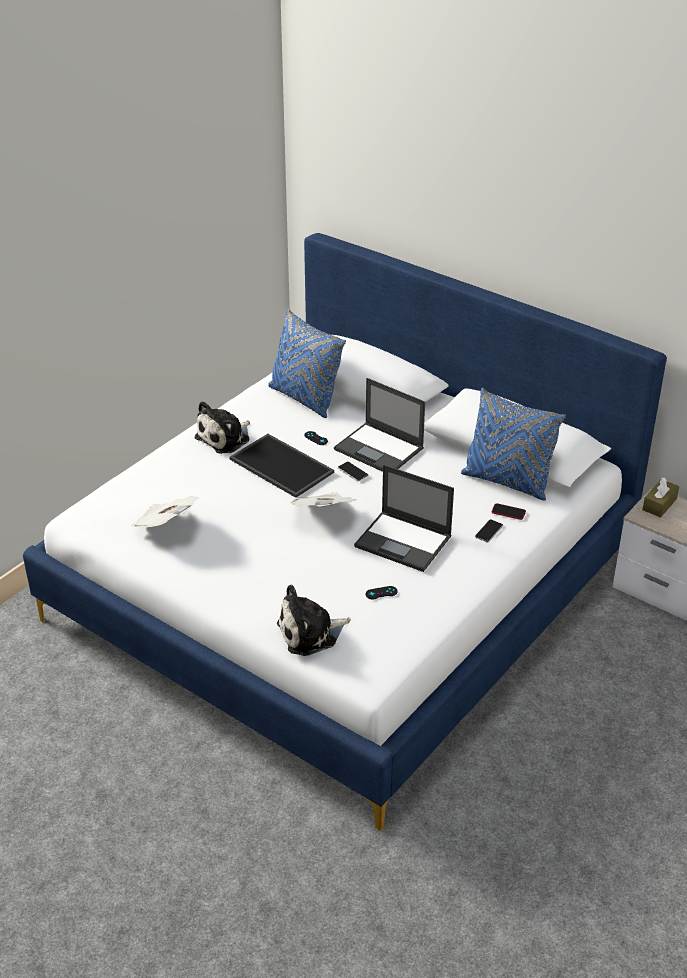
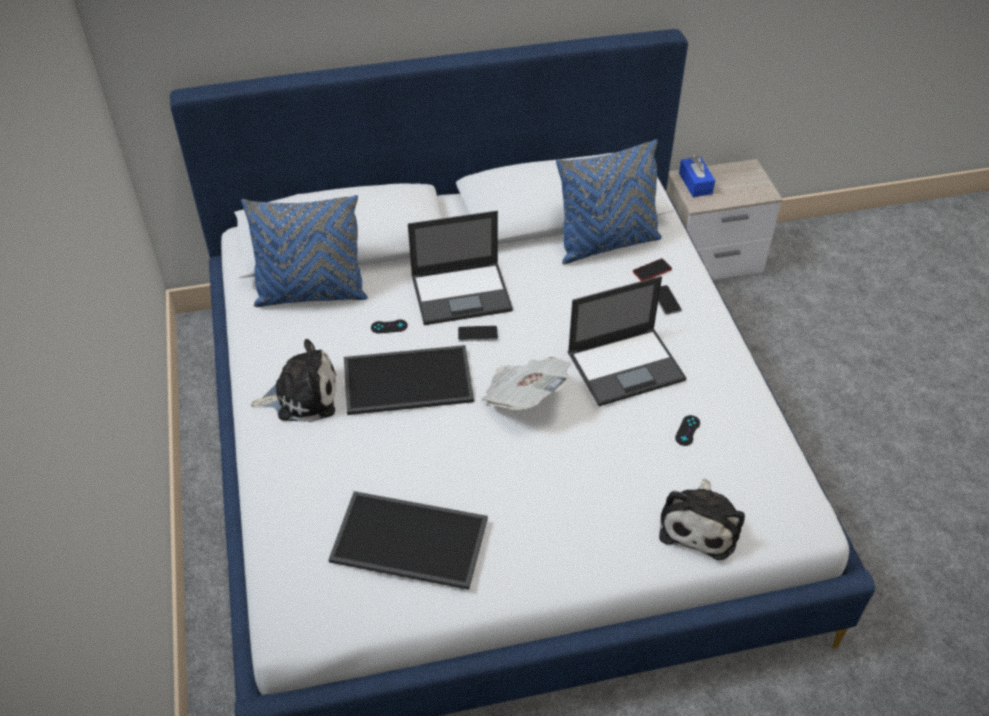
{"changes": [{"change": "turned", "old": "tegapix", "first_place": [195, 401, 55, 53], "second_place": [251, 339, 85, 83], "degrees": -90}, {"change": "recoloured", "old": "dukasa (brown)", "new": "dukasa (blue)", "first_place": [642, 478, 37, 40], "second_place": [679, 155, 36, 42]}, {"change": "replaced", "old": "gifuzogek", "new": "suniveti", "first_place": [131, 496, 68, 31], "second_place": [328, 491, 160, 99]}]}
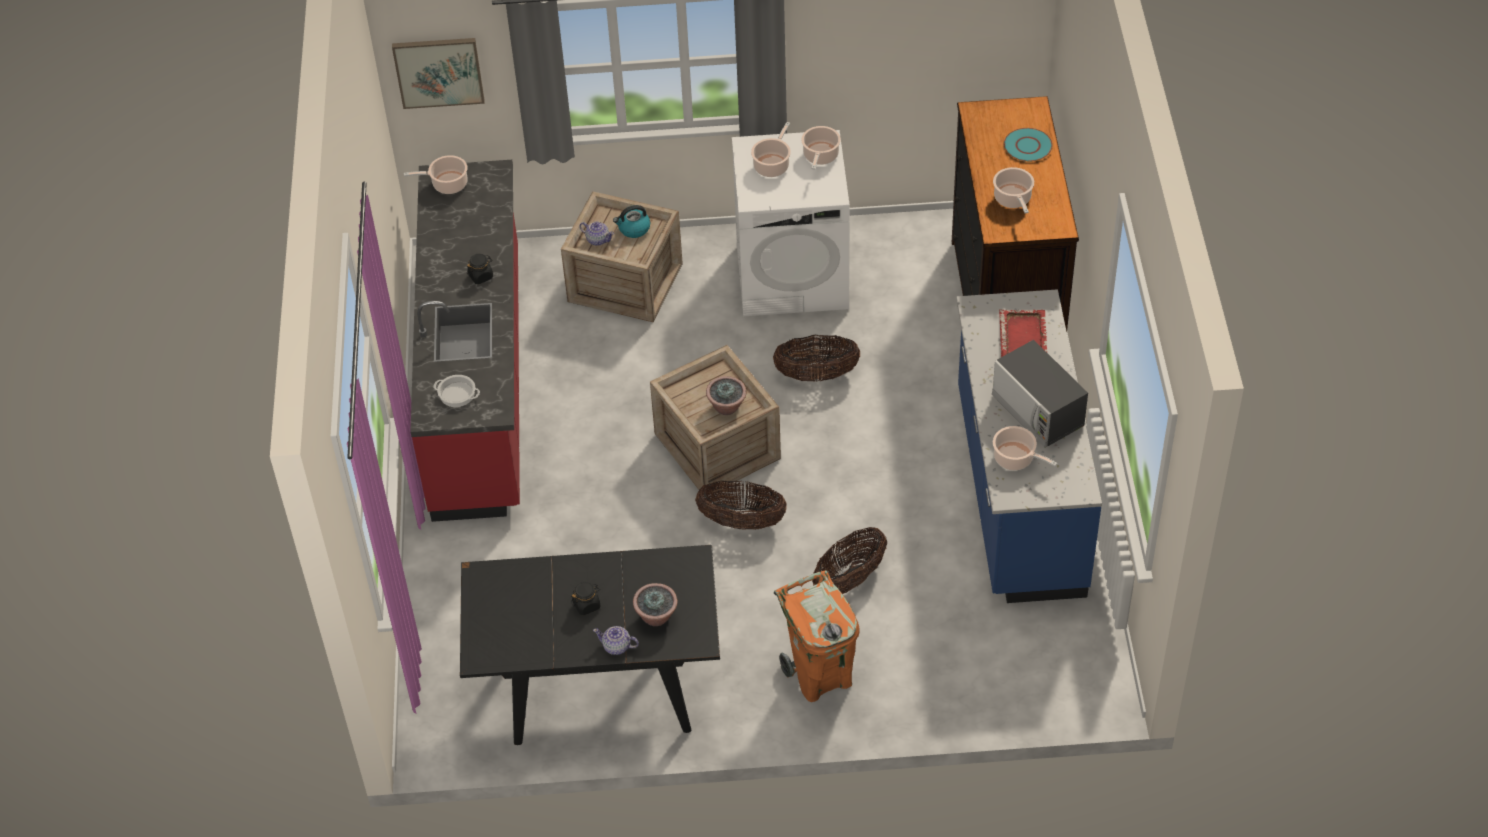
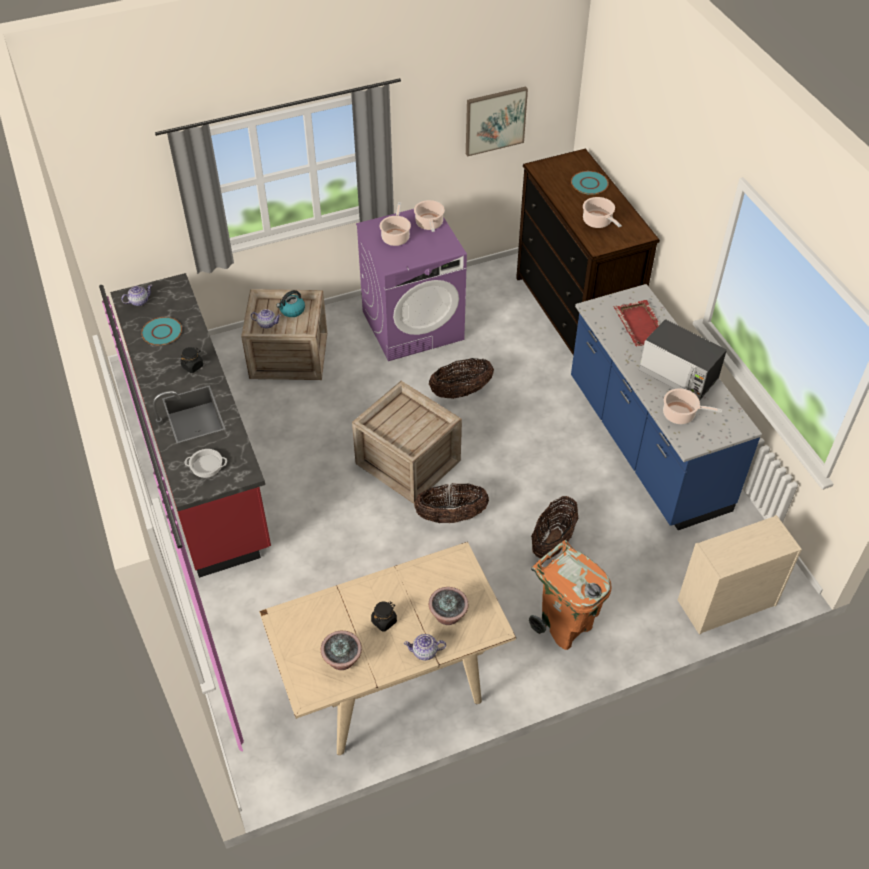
{"changes": [{"change": "moved", "old": "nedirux", "first_place": [392, 38, 92, 71], "second_place": [466, 86, 62, 71]}, {"change": "recoloured", "old": "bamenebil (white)", "new": "bamenebil (purple)", "first_place": [732, 130, 118, 186], "second_place": [356, 209, 111, 152]}, {"change": "replaced", "old": "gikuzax", "new": "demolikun", "first_place": [404, 155, 64, 39], "second_place": [121, 284, 31, 22]}, {"change": "moved", "old": "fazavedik", "first_place": [706, 376, 40, 39], "second_place": [321, 631, 41, 39]}, {"change": "recoloured", "old": "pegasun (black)", "new": "pegasun (beige)", "first_place": [460, 545, 260, 200], "second_place": [259, 542, 257, 213]}, {"change": "added", "new": "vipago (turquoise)", "second_place": [141, 317, 41, 28]}, {"change": "added", "new": "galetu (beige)", "second_place": [678, 515, 124, 120]}]}
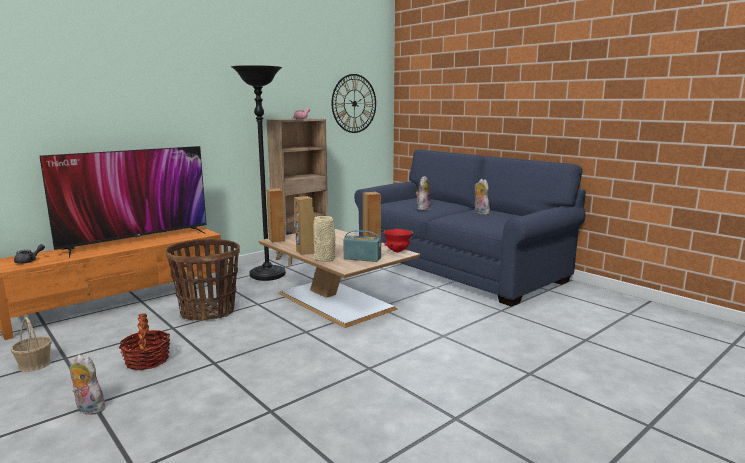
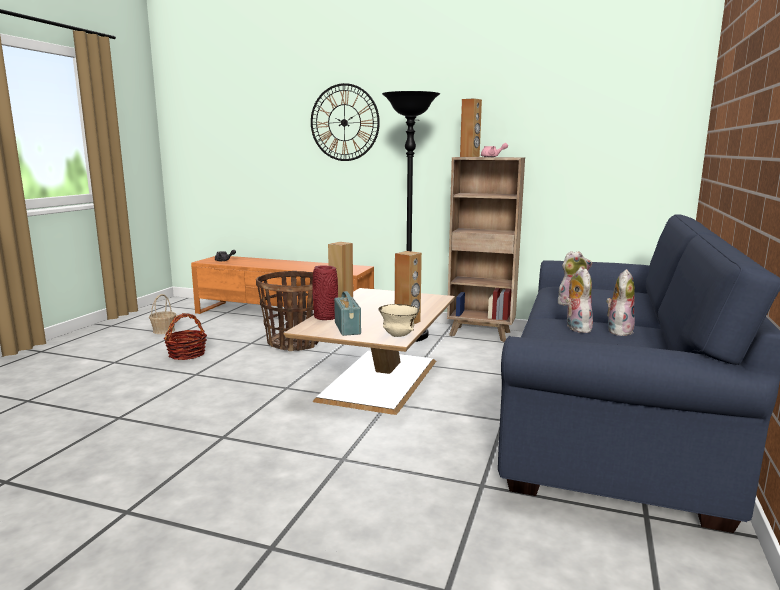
{"changes": [{"change": "moved", "old": "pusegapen", "first_place": [332, 74, 44, 59], "second_place": [311, 83, 69, 78]}, {"change": "removed", "old": "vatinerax", "first_place": [40, 146, 167, 112]}, {"change": "moved", "old": "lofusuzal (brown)", "first_place": [266, 188, 19, 54], "second_place": [460, 98, 22, 59]}, {"change": "recoloured", "old": "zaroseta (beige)", "new": "zaroseta (red)", "first_place": [313, 216, 23, 46], "second_place": [312, 265, 26, 55]}, {"change": "recoloured", "old": "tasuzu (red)", "new": "tasuzu (beige)", "first_place": [383, 229, 31, 23], "second_place": [378, 304, 41, 33]}, {"change": "moved", "old": "tegapix", "first_place": [69, 354, 36, 61], "second_place": [565, 267, 28, 66]}]}
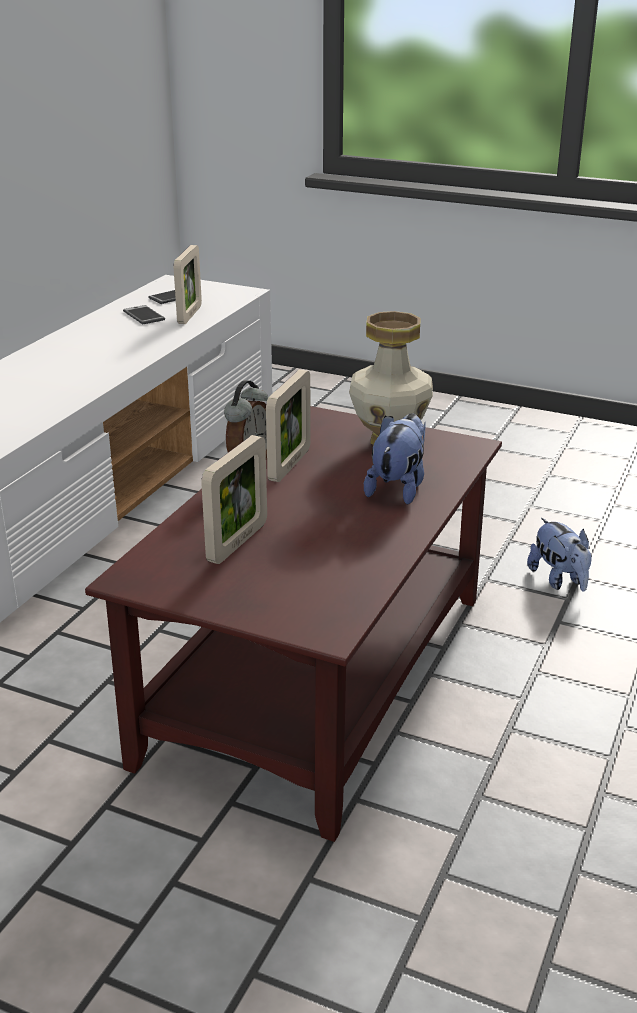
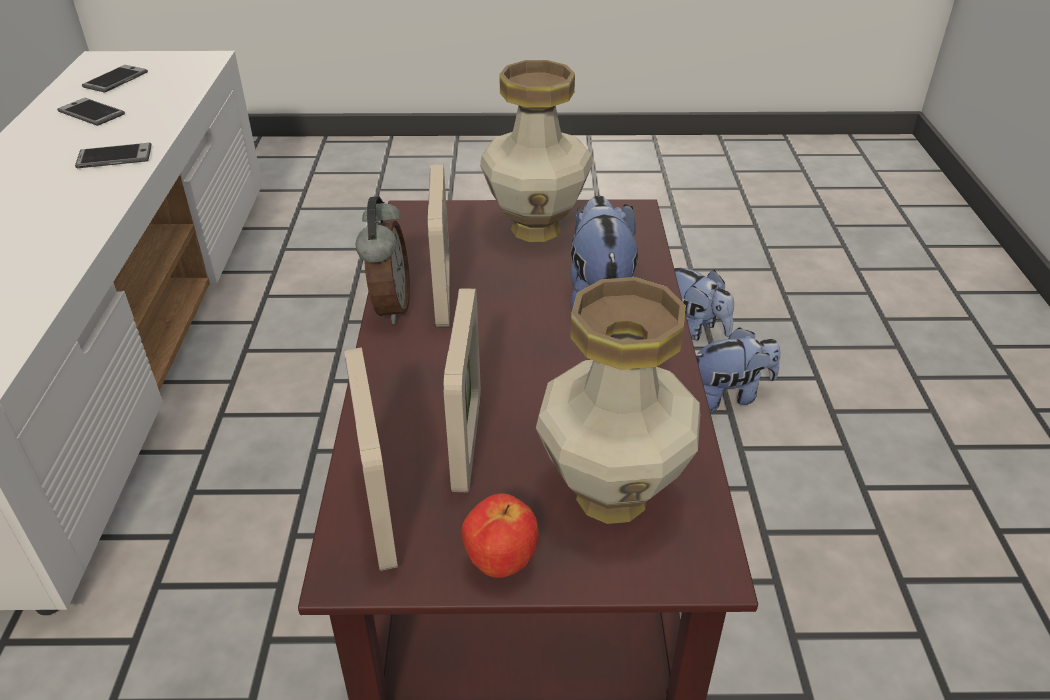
{"changes": [{"change": "moved", "old": "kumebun", "first_place": [174, 245, 28, 79], "second_place": [344, 347, 54, 224]}, {"change": "added", "new": "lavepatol", "second_place": [75, 143, 76, 25]}, {"change": "added", "new": "zaroseta", "second_place": [536, 277, 164, 247]}, {"change": "added", "new": "tegapix", "second_place": [696, 327, 84, 86]}, {"change": "added", "new": "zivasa", "second_place": [462, 494, 77, 84]}]}
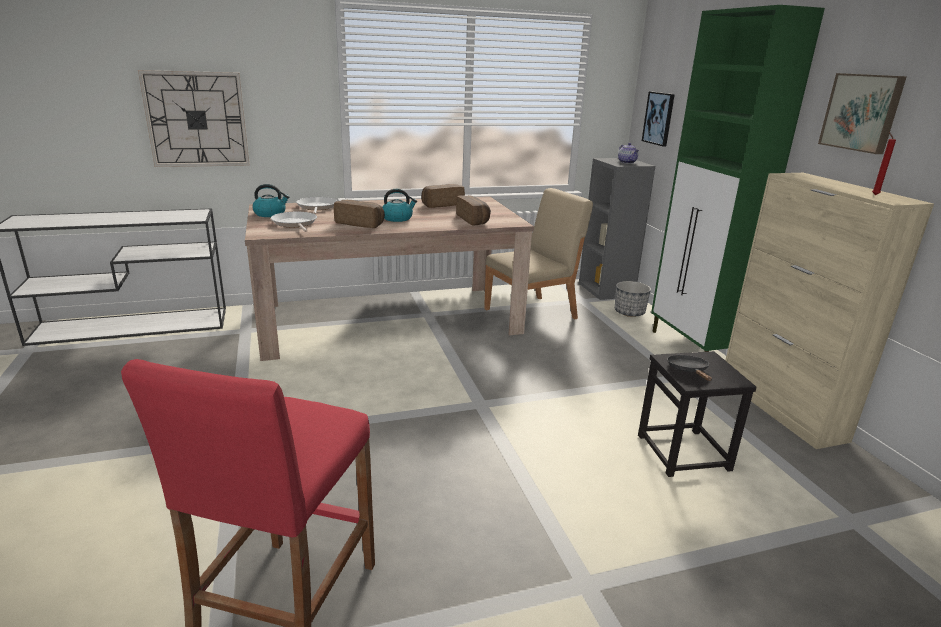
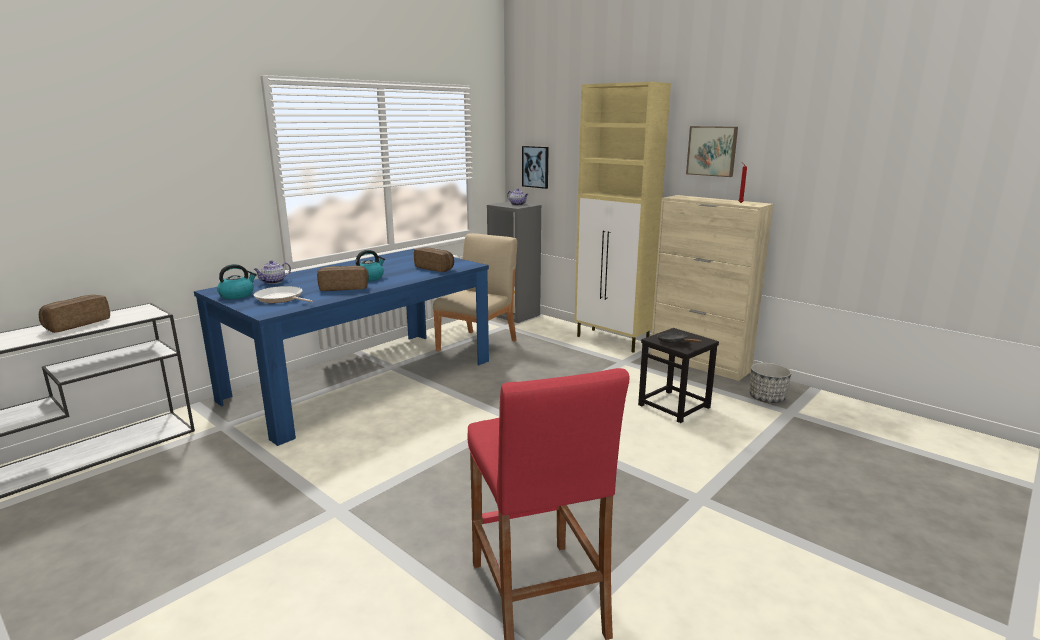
{"changes": [{"change": "recoloured", "old": "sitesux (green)", "new": "sitesux (beige)", "first_place": [651, 5, 174, 347], "second_place": [574, 82, 97, 271]}, {"change": "removed", "old": "pusegapen", "first_place": [138, 70, 112, 97]}, {"change": "moved", "old": "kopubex", "first_place": [421, 184, 44, 24], "second_place": [39, 295, 71, 38]}, {"change": "recoloured", "old": "pegasun (beige)", "new": "pegasun (blue)", "first_place": [245, 196, 289, 165], "second_place": [194, 249, 295, 197]}, {"change": "replaced", "old": "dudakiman", "new": "demolikun", "first_place": [296, 197, 41, 17], "second_place": [253, 260, 38, 24]}, {"change": "moved", "old": "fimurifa", "first_place": [615, 281, 36, 36], "second_place": [749, 362, 43, 41]}]}
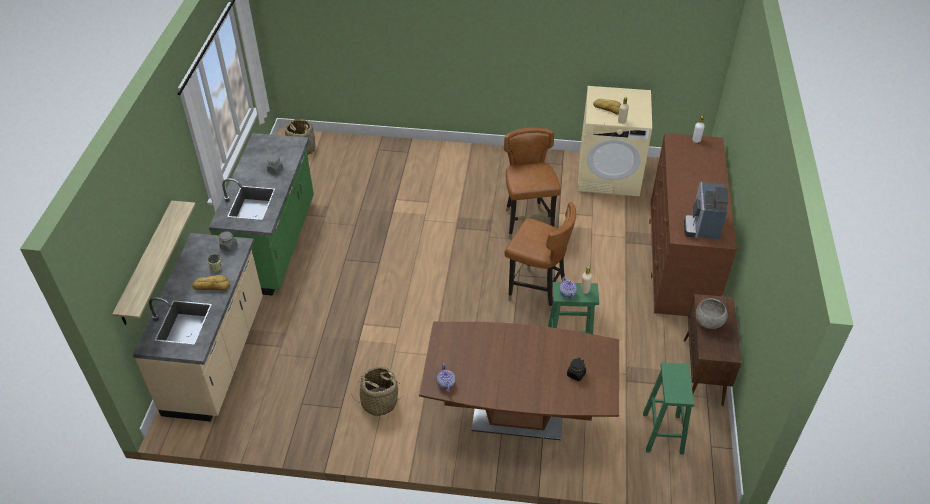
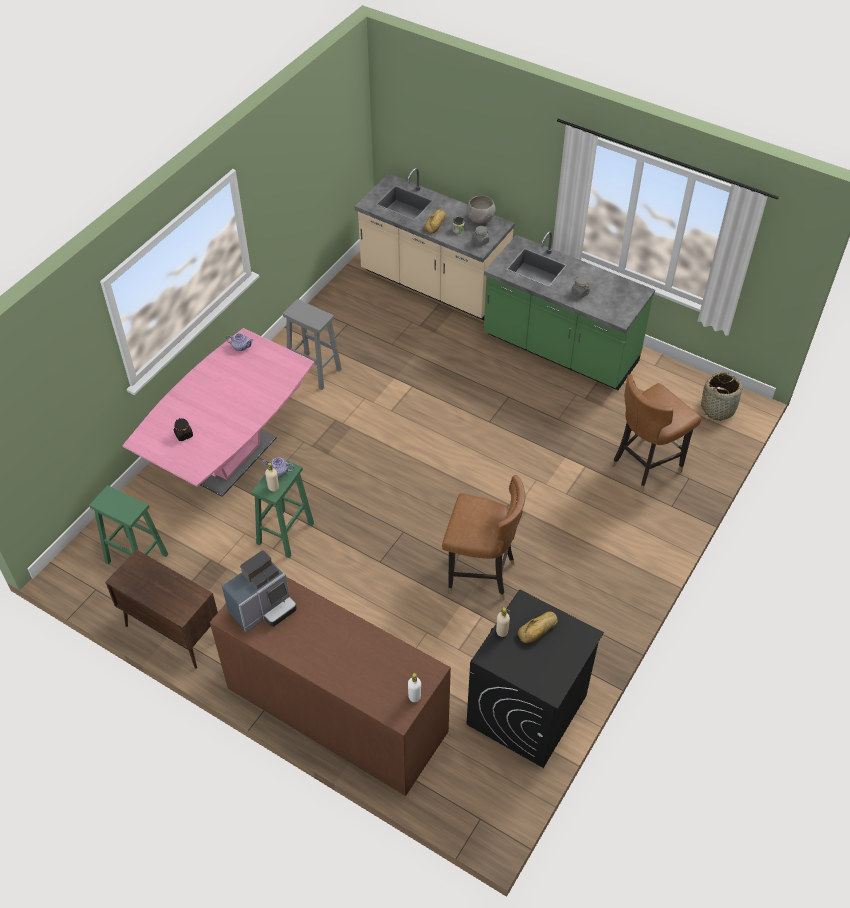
{"changes": [{"change": "recoloured", "old": "bamenebil (beige)", "new": "bamenebil (black)", "first_place": [578, 86, 74, 110], "second_place": [466, 589, 138, 179]}, {"change": "turned", "old": "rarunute", "first_place": [684, 181, 44, 58], "second_place": [222, 550, 75, 83], "degrees": 105}, {"change": "removed", "old": "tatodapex", "first_place": [112, 201, 84, 124]}, {"change": "moved", "old": "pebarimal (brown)", "first_place": [505, 202, 71, 110], "second_place": [611, 375, 91, 118]}, {"change": "moved", "old": "tasuzu (grey)", "first_place": [696, 298, 32, 31], "second_place": [467, 195, 29, 28]}, {"change": "recoloured", "old": "pegasun (brown)", "new": "pegasun (pink)", "first_place": [419, 322, 200, 118], "second_place": [122, 328, 192, 169]}, {"change": "replaced", "old": "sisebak", "new": "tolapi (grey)", "first_place": [351, 366, 51, 50], "second_place": [283, 299, 59, 91]}]}
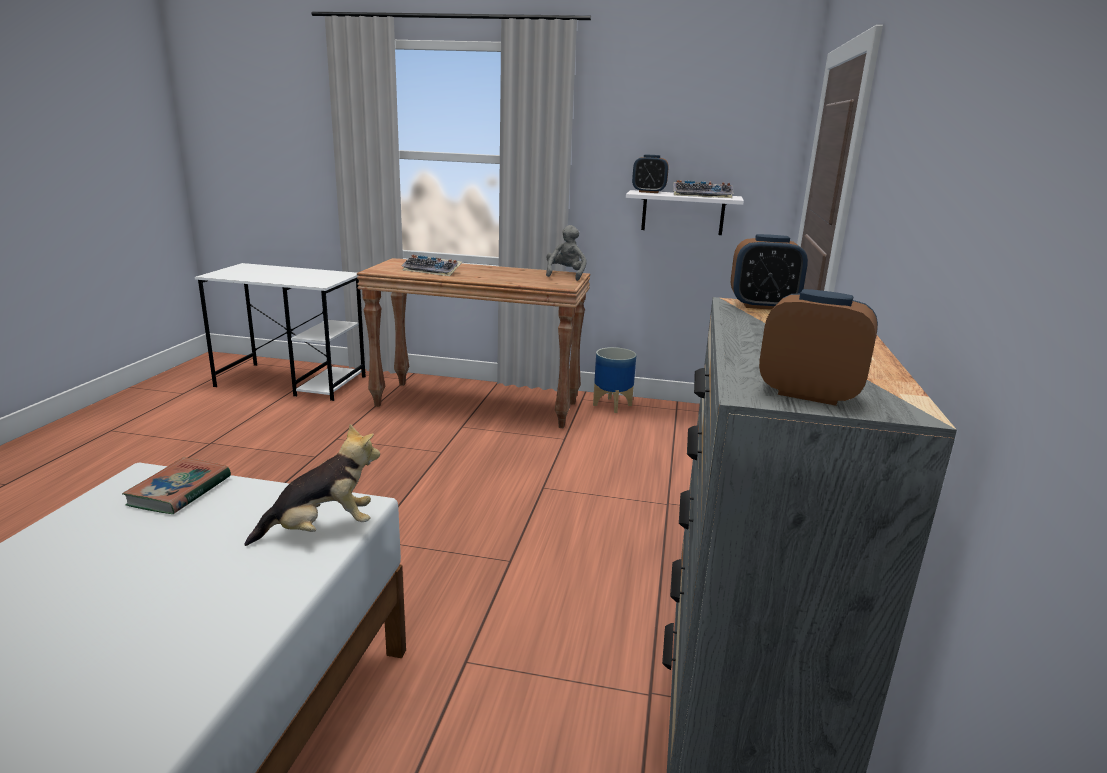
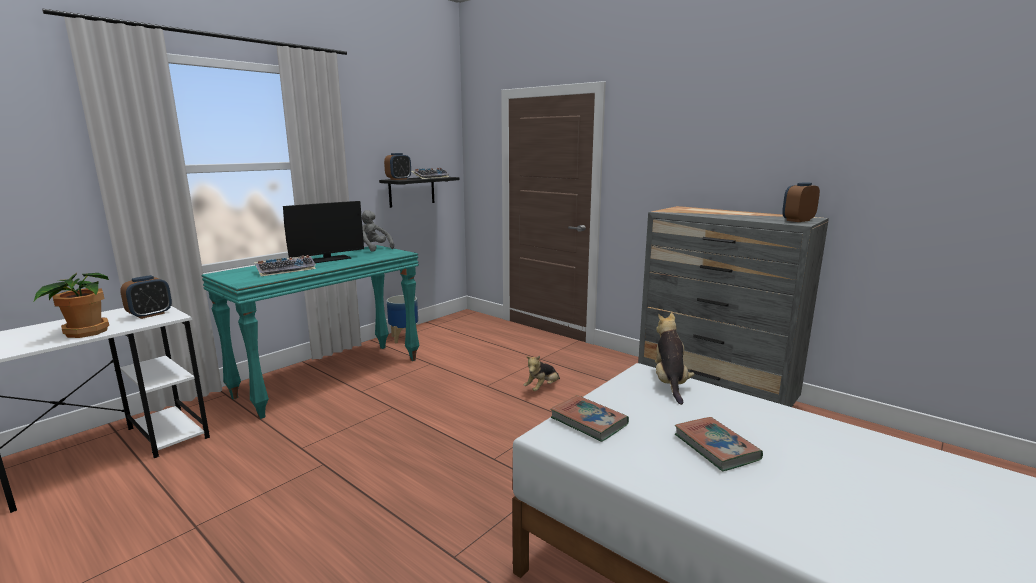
{"changes": [{"change": "recoloured", "old": "tatodapex (white)", "new": "tatodapex (black)", "first_place": [626, 190, 118, 45], "second_place": [379, 177, 80, 31]}, {"change": "moved", "old": "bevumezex", "first_place": [731, 234, 77, 76], "second_place": [120, 275, 52, 44]}, {"change": "recoloured", "old": "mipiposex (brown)", "new": "mipiposex (turquoise)", "first_place": [357, 258, 233, 170], "second_place": [201, 245, 218, 174]}, {"change": "added", "new": "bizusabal", "second_place": [283, 201, 81, 62]}, {"change": "added", "new": "fazavedik", "second_place": [34, 273, 75, 65]}, {"change": "added", "new": "tegapix", "second_place": [524, 356, 36, 35]}, {"change": "added", "new": "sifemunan", "second_place": [675, 417, 88, 54]}]}
